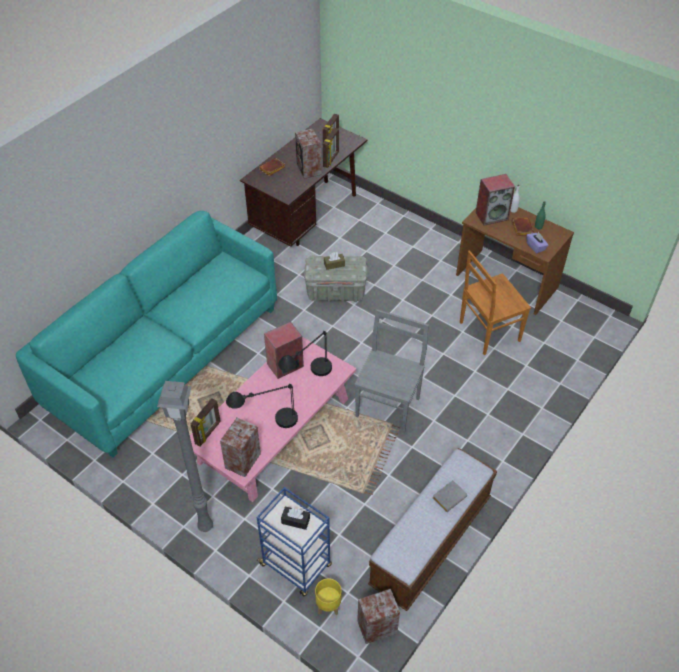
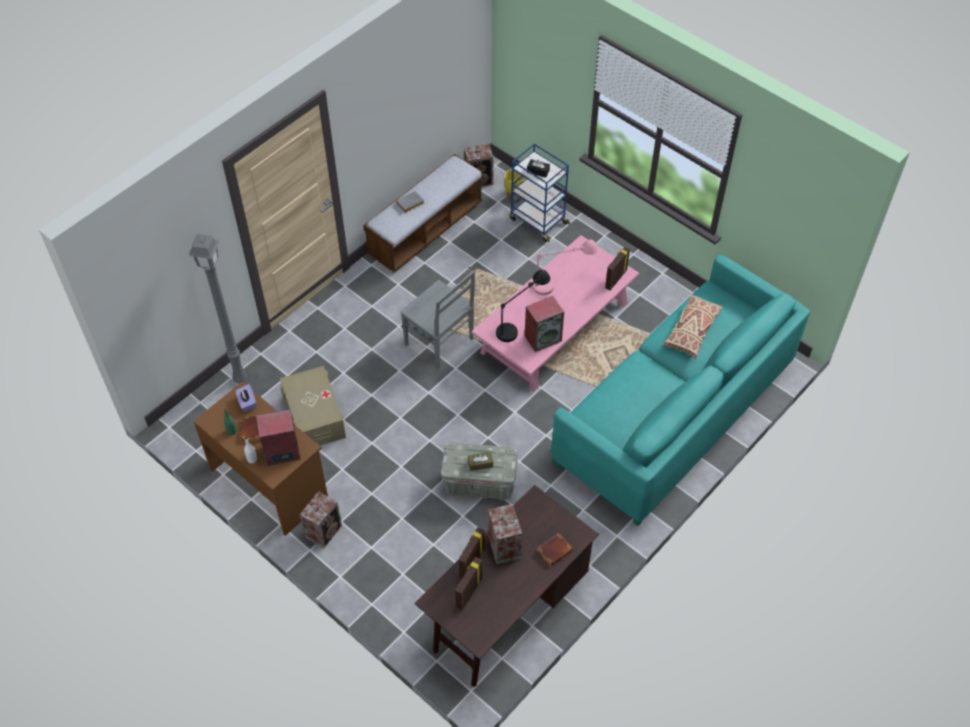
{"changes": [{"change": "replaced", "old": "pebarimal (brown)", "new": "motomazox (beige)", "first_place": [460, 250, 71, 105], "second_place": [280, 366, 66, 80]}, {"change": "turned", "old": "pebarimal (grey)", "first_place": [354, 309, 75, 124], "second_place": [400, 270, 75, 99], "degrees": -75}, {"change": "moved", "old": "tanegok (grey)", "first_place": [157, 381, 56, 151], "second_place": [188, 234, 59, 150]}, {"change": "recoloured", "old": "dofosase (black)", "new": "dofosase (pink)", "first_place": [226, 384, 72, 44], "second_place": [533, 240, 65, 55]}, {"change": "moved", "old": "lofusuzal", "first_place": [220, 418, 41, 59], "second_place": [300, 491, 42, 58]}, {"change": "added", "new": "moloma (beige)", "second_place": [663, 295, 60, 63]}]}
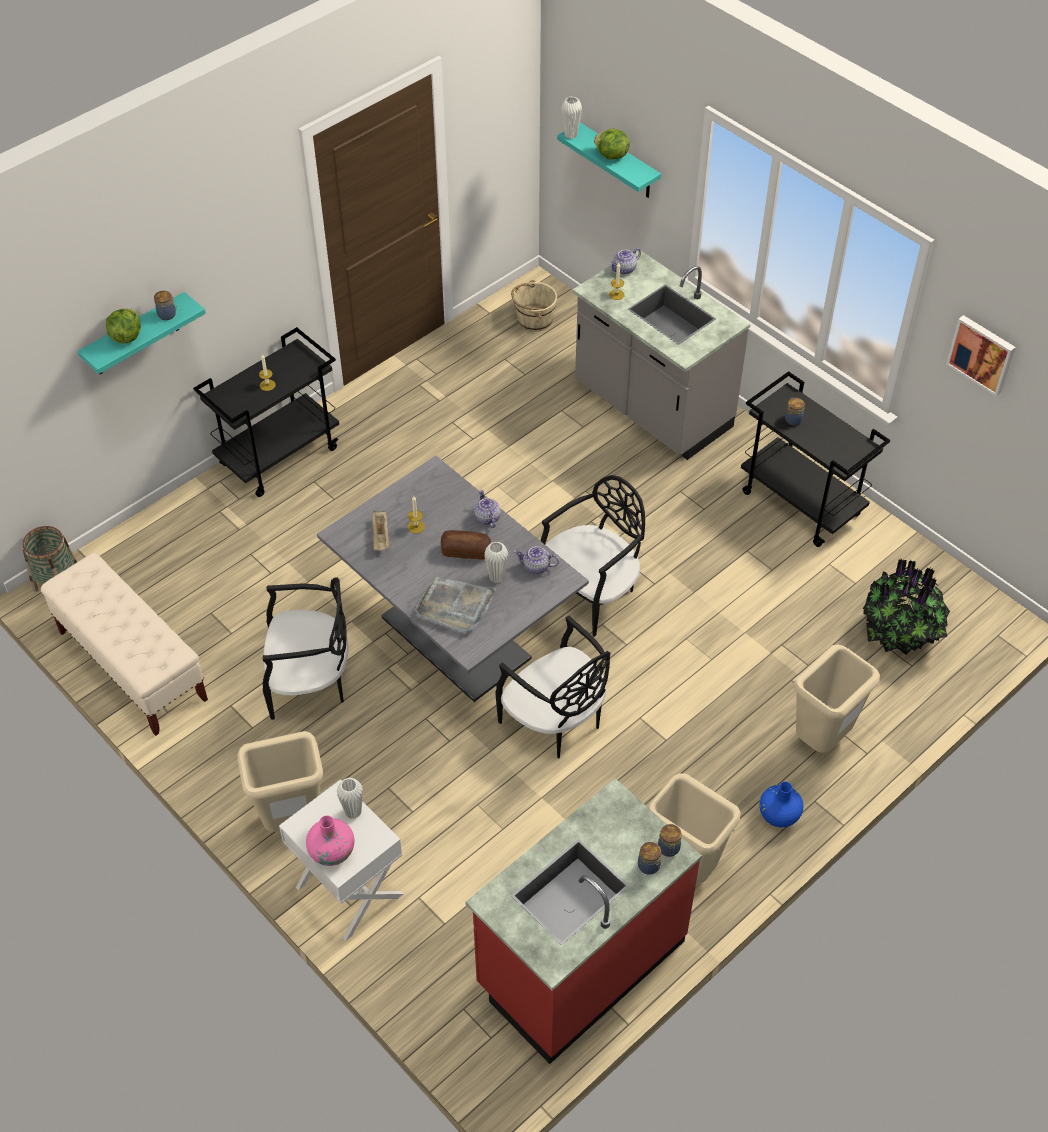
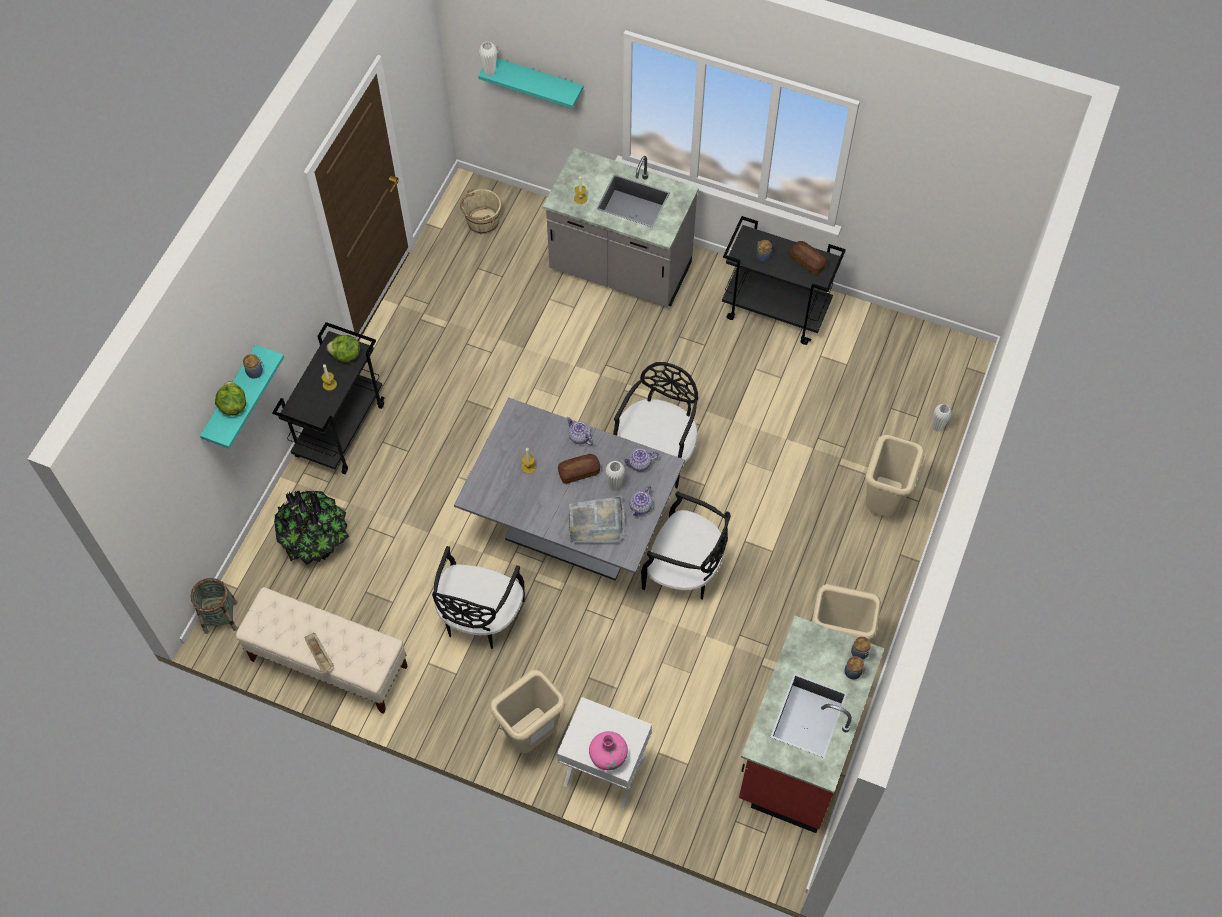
{"changes": [{"change": "moved", "old": "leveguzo", "first_place": [594, 129, 35, 31], "second_place": [327, 335, 33, 28]}, {"change": "moved", "old": "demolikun", "first_place": [609, 248, 32, 26], "second_place": [629, 485, 24, 31]}, {"change": "removed", "old": "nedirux", "first_place": [946, 315, 70, 81]}, {"change": "moved", "old": "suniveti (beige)", "first_place": [373, 511, 16, 40], "second_place": [305, 633, 29, 40]}, {"change": "moved", "old": "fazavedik", "first_place": [863, 559, 87, 96], "second_place": [274, 491, 75, 74]}, {"change": "turned", "old": "pebarimal (black)", "first_place": [263, 577, 85, 143], "second_place": [432, 546, 93, 103], "degrees": 135}, {"change": "moved", "old": "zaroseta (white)", "first_place": [337, 778, 26, 41], "second_place": [932, 404, 20, 28]}, {"change": "removed", "old": "zaroseta (blue)", "first_place": [759, 781, 44, 46]}, {"change": "added", "new": "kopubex", "second_place": [790, 241, 37, 34]}]}
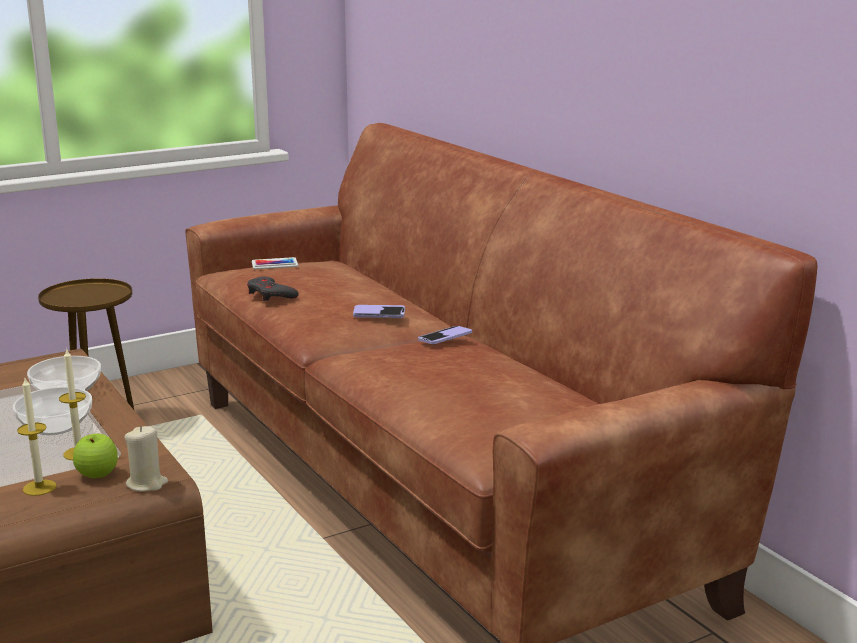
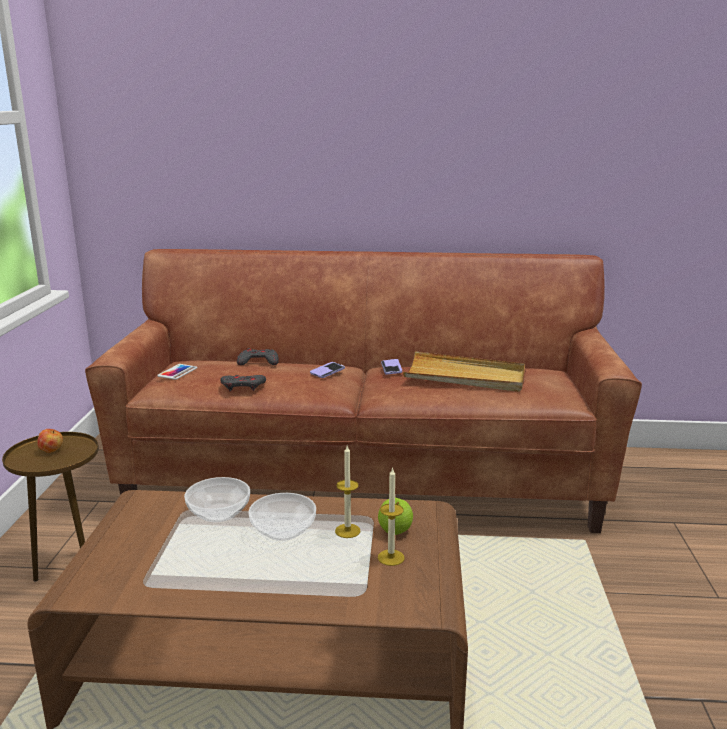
{"changes": [{"change": "removed", "old": "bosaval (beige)", "first_place": [125, 426, 43, 66]}, {"change": "added", "new": "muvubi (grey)", "second_place": [237, 348, 42, 17]}, {"change": "added", "new": "suniveti (beige)", "second_place": [403, 352, 122, 40]}, {"change": "added", "new": "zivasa", "second_place": [37, 429, 26, 24]}]}
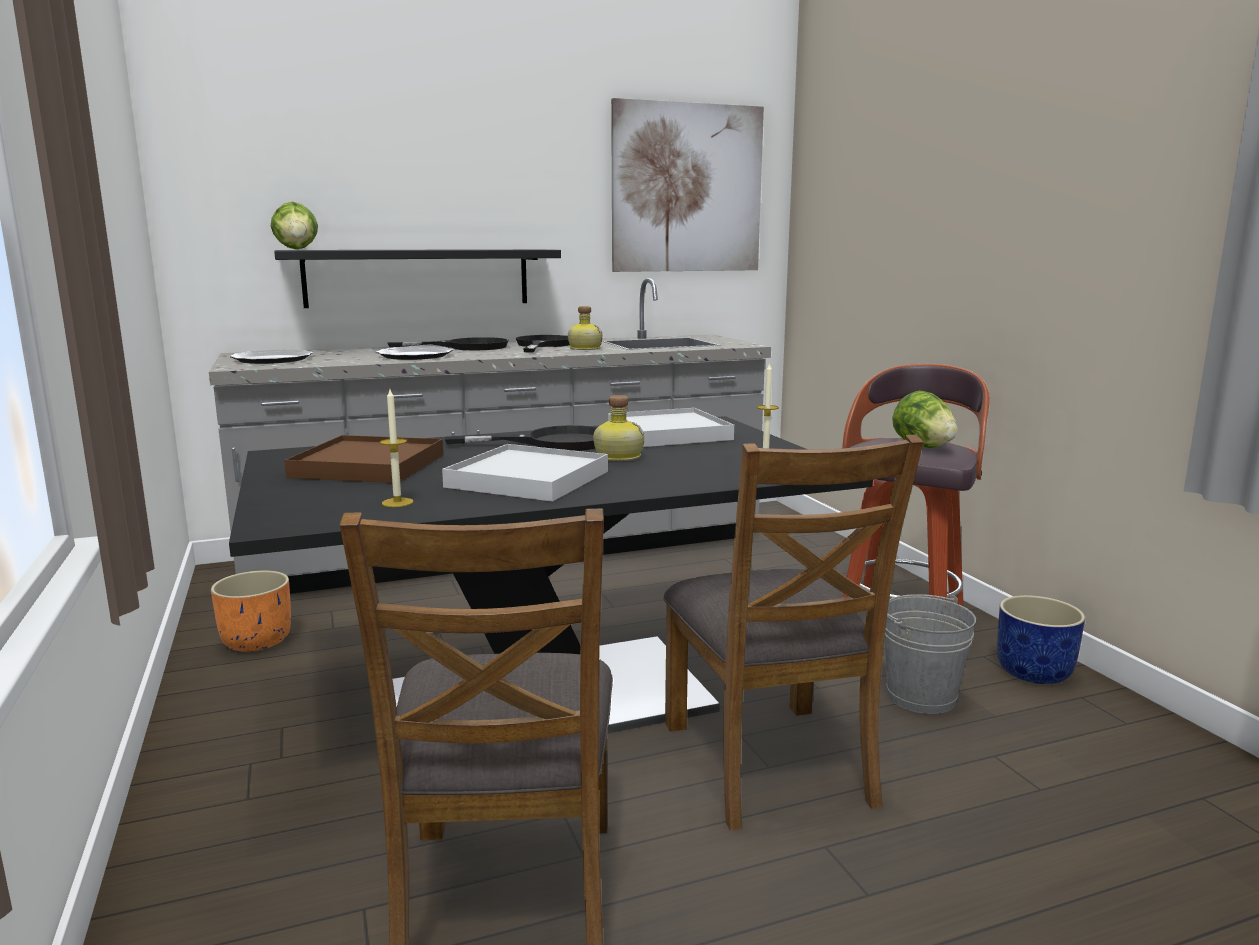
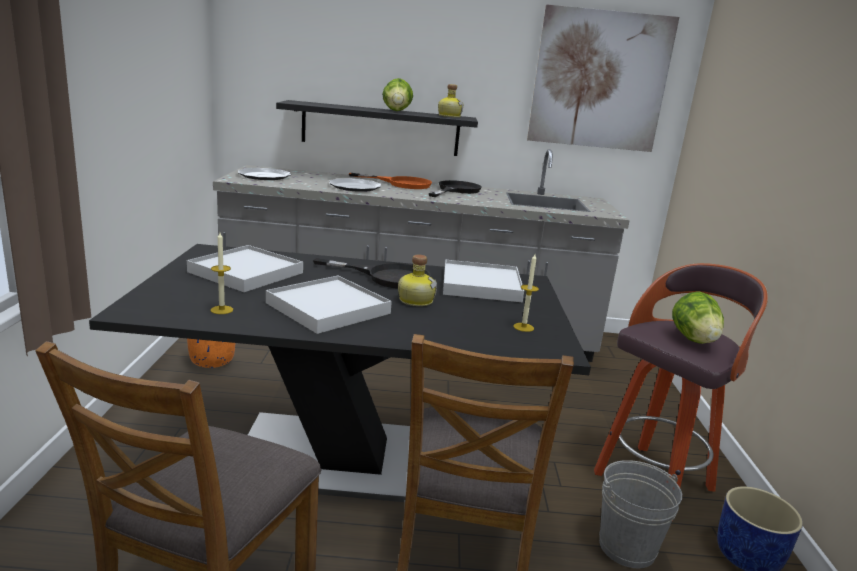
{"changes": [{"change": "moved", "old": "leveguzo", "first_place": [271, 201, 47, 49], "second_place": [382, 78, 31, 33]}, {"change": "moved", "old": "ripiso", "first_place": [568, 306, 35, 44], "second_place": [438, 84, 26, 33]}, {"change": "recoloured", "old": "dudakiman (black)", "new": "dudakiman (orange)", "first_place": [388, 337, 121, 13], "second_place": [349, 173, 83, 16]}, {"change": "recoloured", "old": "suniveti (brown)", "new": "suniveti (white)", "first_place": [284, 435, 159, 48], "second_place": [187, 245, 116, 47]}]}
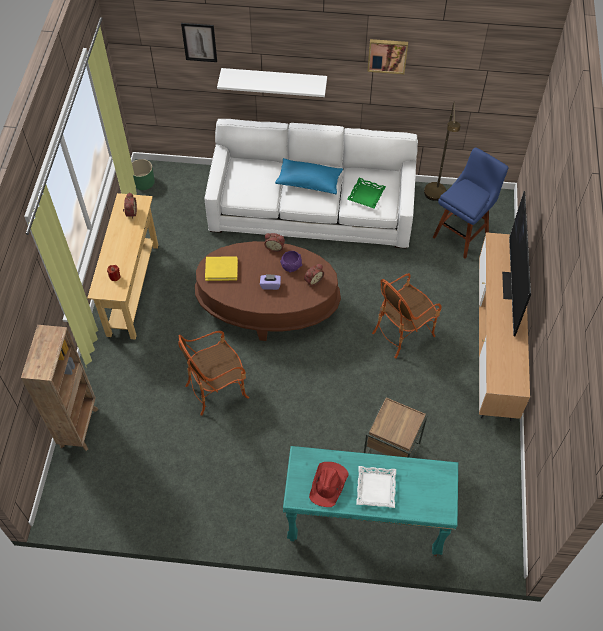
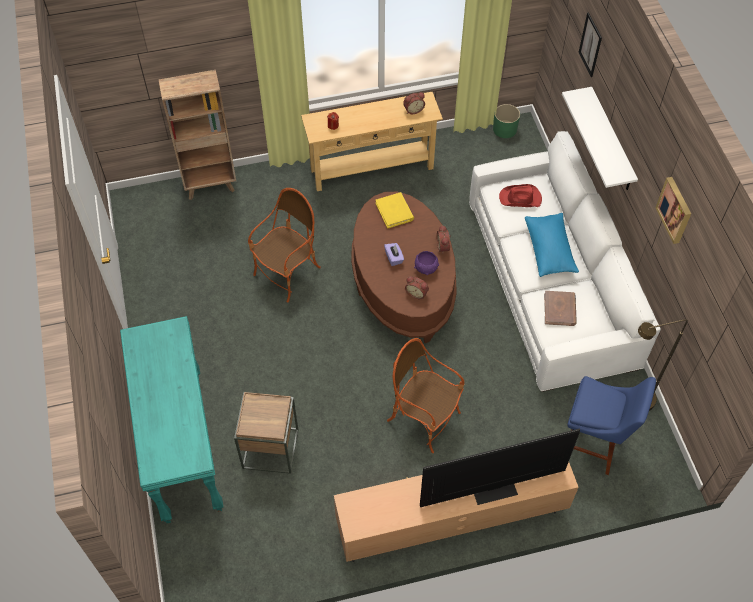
{"changes": [{"change": "replaced", "old": "suniveti (green)", "new": "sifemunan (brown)", "first_place": [347, 178, 39, 31], "second_place": [544, 291, 33, 35]}, {"change": "turned", "old": "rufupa", "first_place": [178, 331, 71, 85], "second_place": [248, 188, 73, 115], "degrees": 90}, {"change": "moved", "old": "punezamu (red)", "first_place": [309, 462, 40, 45], "second_place": [499, 184, 43, 23]}, {"change": "removed", "old": "suniveti (white)", "first_place": [356, 466, 40, 42]}]}
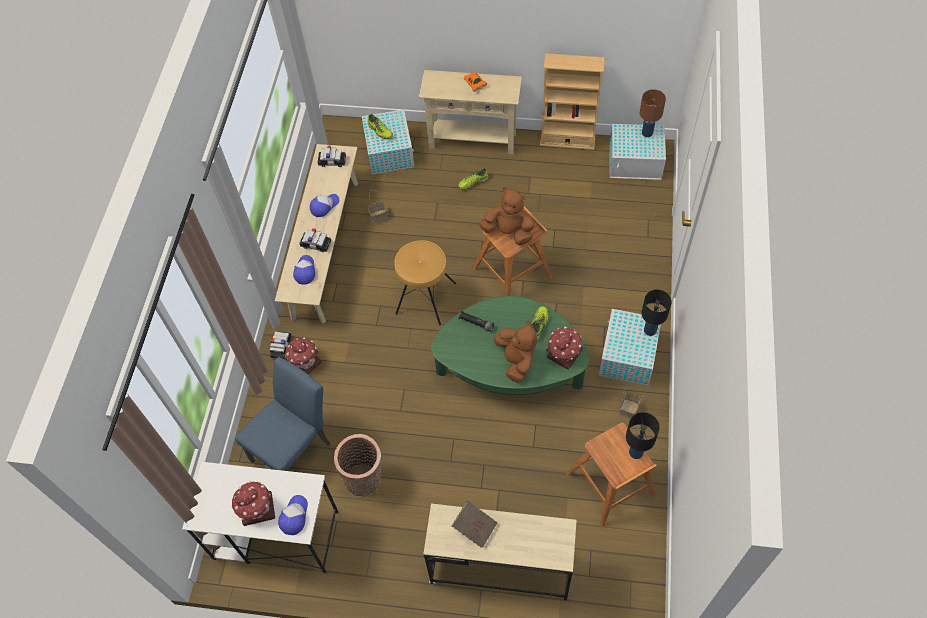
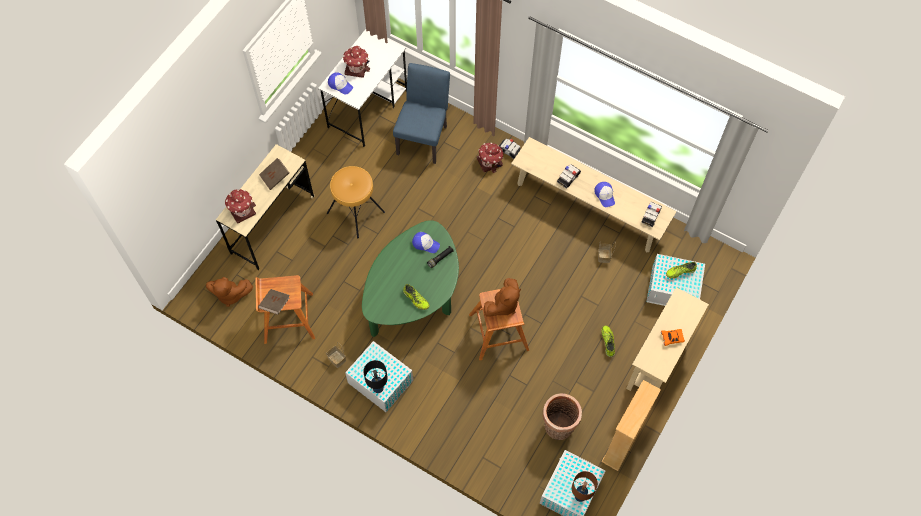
{"changes": [{"change": "moved", "old": "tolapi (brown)", "first_place": [394, 240, 62, 86], "second_place": [327, 166, 58, 72]}, {"change": "moved", "old": "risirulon", "first_place": [293, 255, 22, 30], "second_place": [412, 232, 28, 21]}, {"change": "moved", "old": "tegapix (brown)", "first_place": [494, 321, 43, 61], "second_place": [206, 277, 47, 30]}, {"change": "moved", "old": "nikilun", "first_place": [546, 327, 37, 43], "second_place": [225, 189, 31, 34]}, {"change": "turned", "old": "pebarimal (blue)", "first_place": [235, 357, 96, 114], "second_place": [393, 63, 57, 101], "degrees": -135}, {"change": "replaced", "old": "dofosase (black)", "new": "sifemunan (brown)", "first_place": [626, 412, 34, 47], "second_place": [258, 289, 31, 26]}, {"change": "moved", "old": "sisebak", "first_place": [334, 434, 48, 63], "second_place": [543, 393, 39, 47]}]}
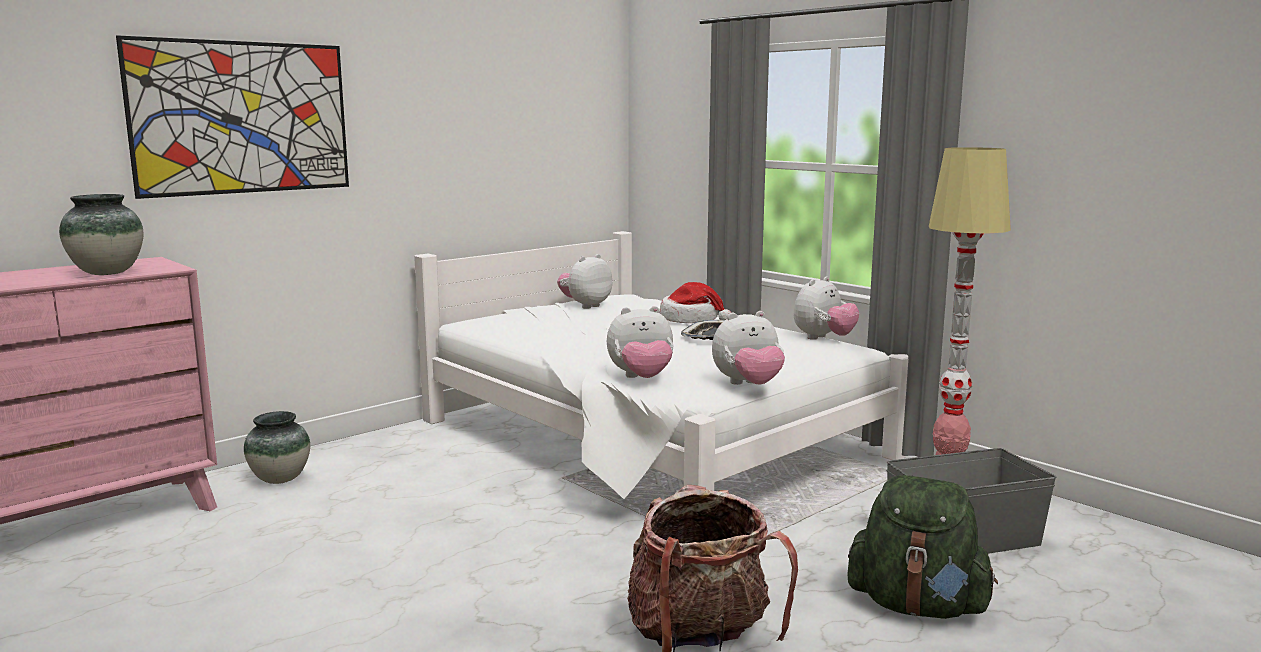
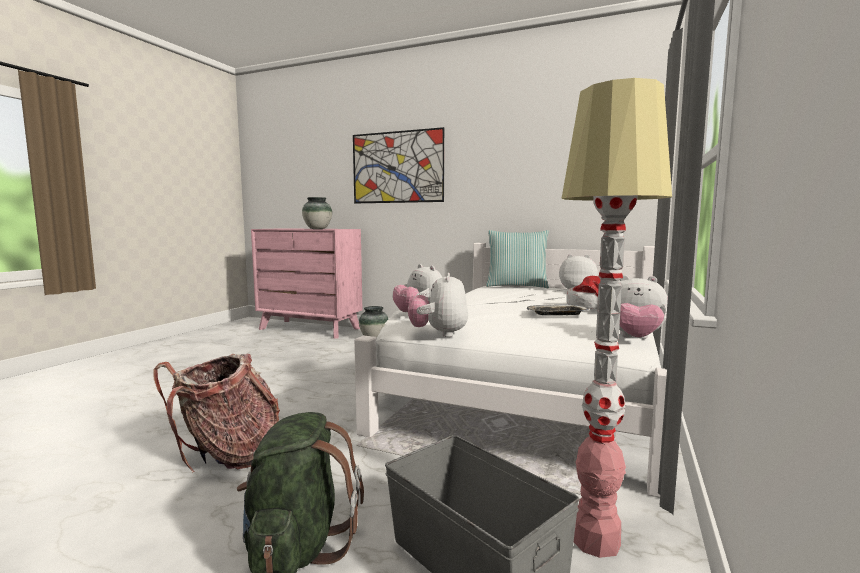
{"changes": [{"change": "turned", "old": "tegapix", "first_place": [712, 311, 73, 74], "second_place": [408, 273, 60, 64], "degrees": 45}, {"change": "added", "new": "moloma", "second_place": [486, 230, 63, 58]}]}
